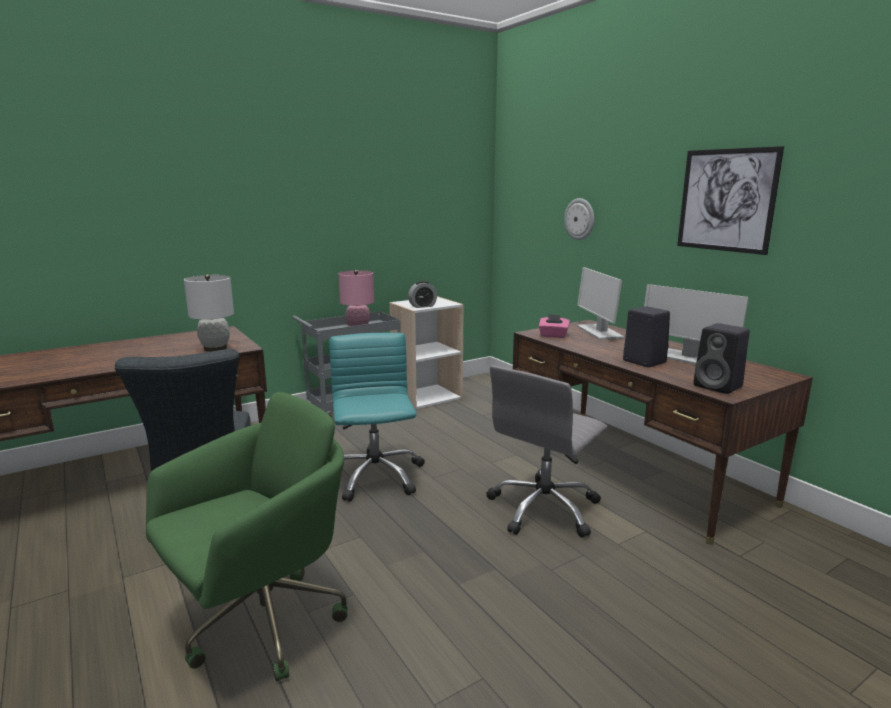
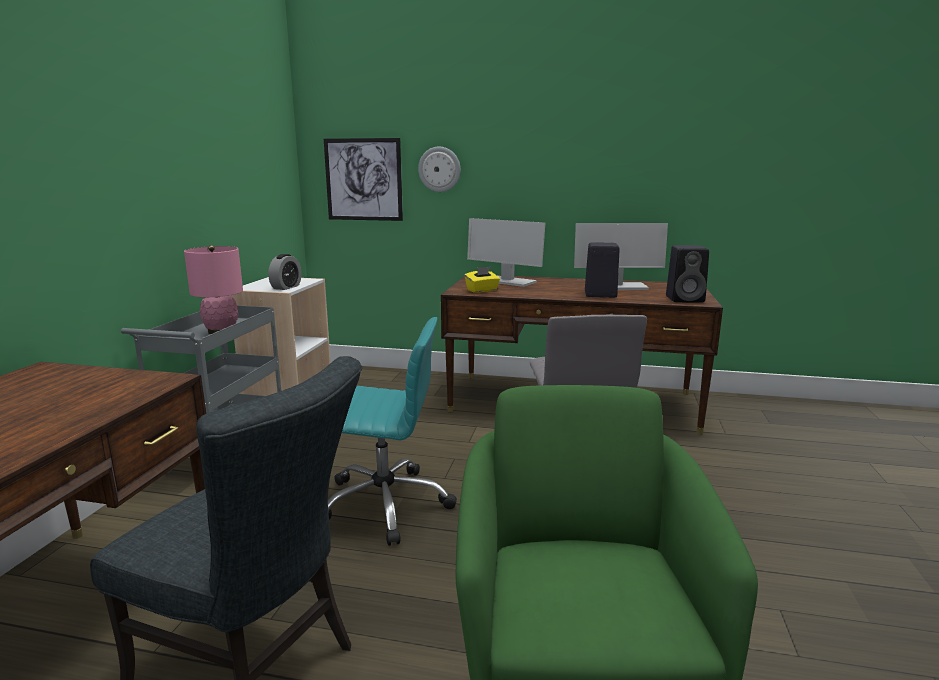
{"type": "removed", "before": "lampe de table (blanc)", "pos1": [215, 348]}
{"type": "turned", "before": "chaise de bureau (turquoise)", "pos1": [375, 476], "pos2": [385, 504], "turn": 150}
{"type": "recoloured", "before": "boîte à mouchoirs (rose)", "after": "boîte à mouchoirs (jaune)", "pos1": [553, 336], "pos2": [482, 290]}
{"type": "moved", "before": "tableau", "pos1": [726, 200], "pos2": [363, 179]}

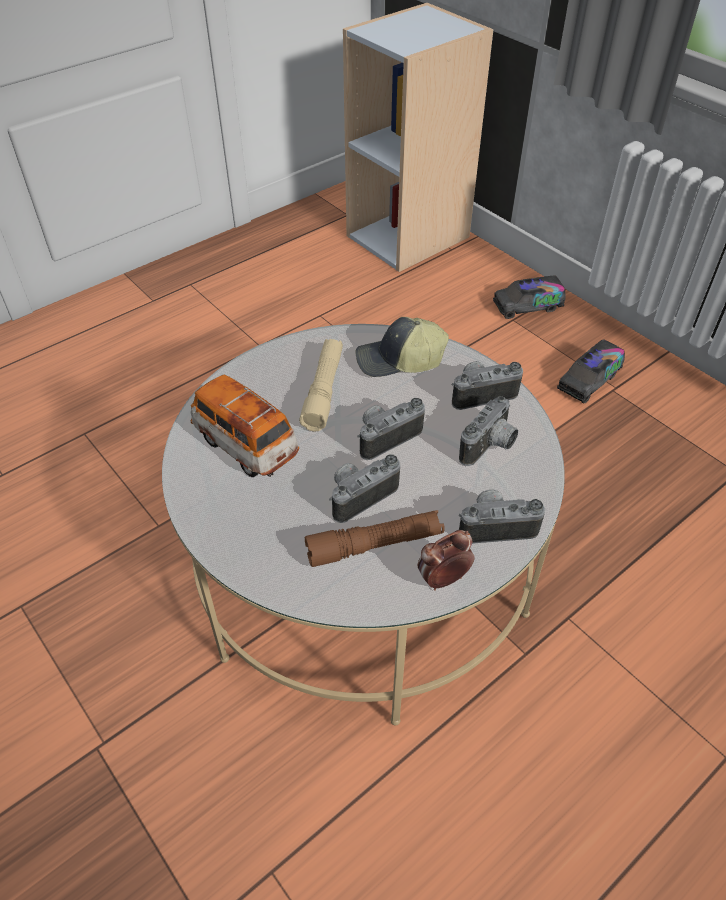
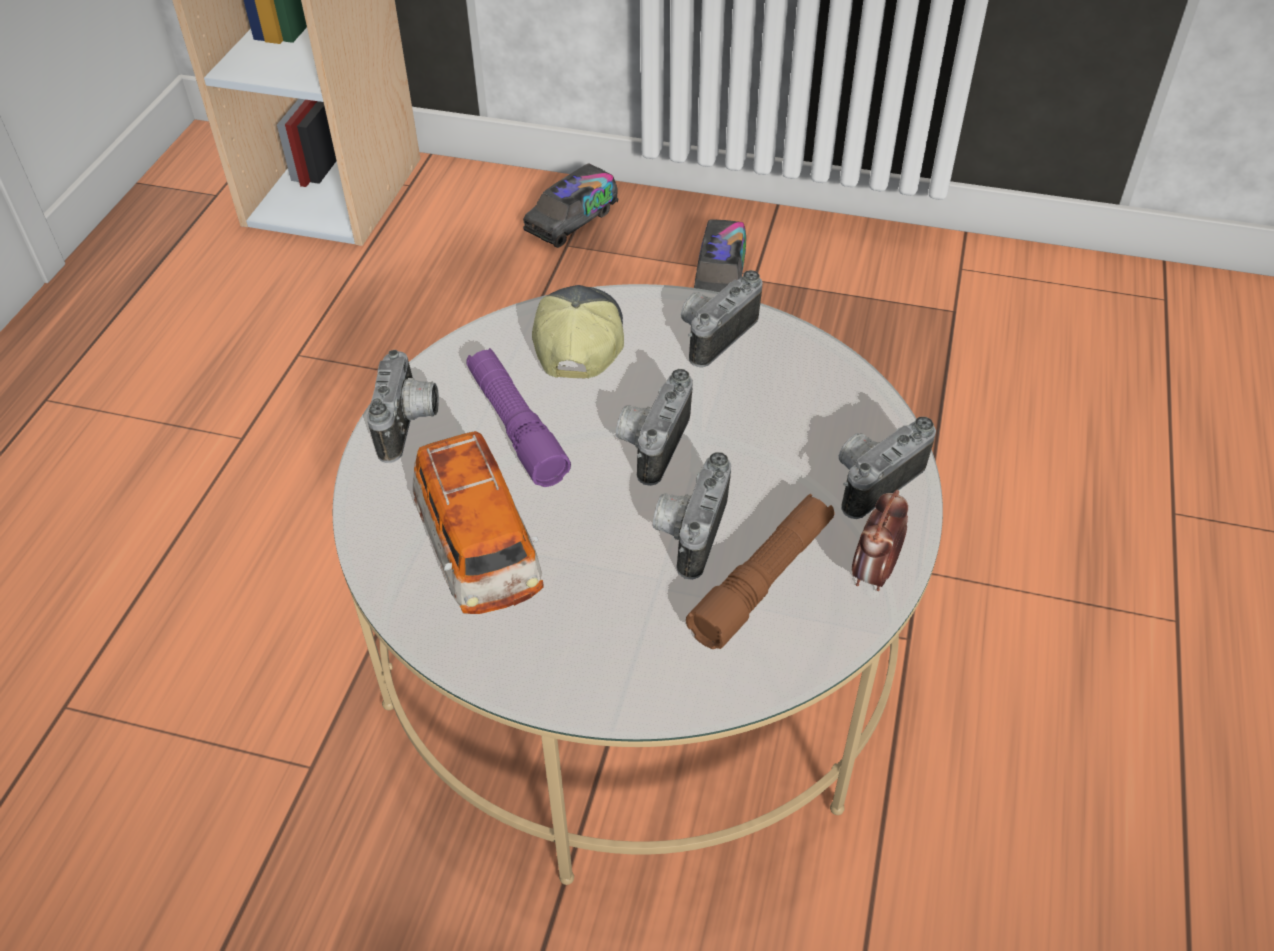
{"type": "turned", "before": "petite voiture", "pos1": [245, 445], "pos2": [479, 550], "turn": -120}
{"type": "recoloured", "before": "lampe de poche (beige)", "after": "lampe de poche (violet)", "pos1": [324, 390], "pos2": [516, 427]}
{"type": "turned", "before": "casquette", "pos1": [399, 361], "pos2": [577, 342], "turn": 135}
{"type": "moved", "before": "appareil photo", "pos1": [490, 447], "pos2": [410, 425]}

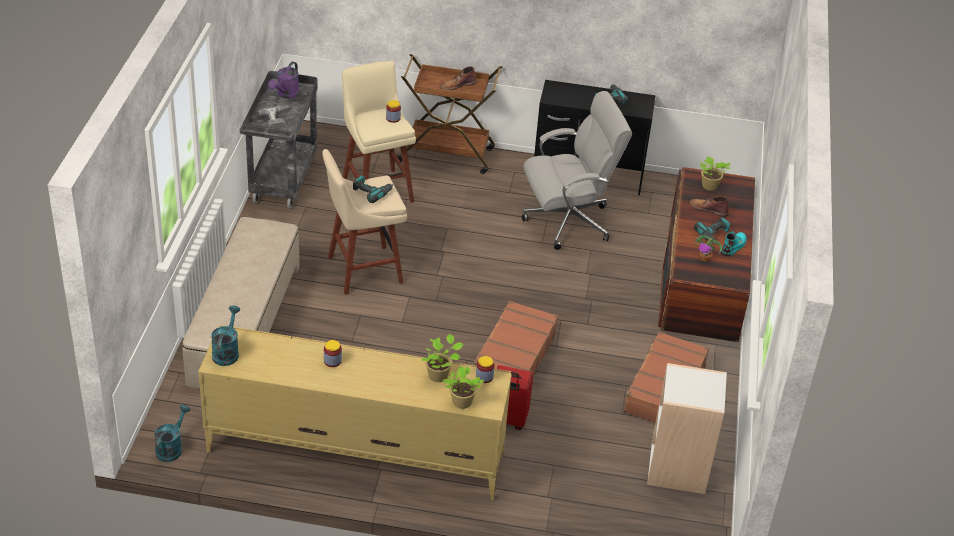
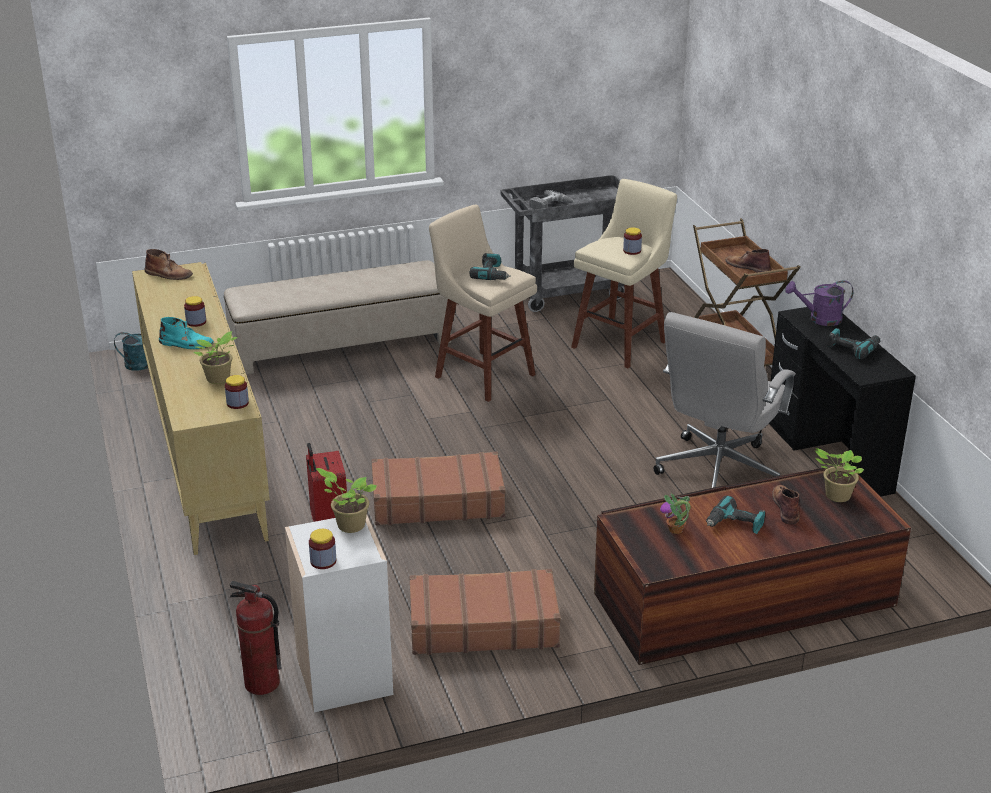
{"type": "replaced", "before": "arrosoir (turquoise)", "after": "botte (marron)", "pos1": [227, 352], "pos2": [169, 274]}
{"type": "moved", "before": "arrosoir (violet)", "pos1": [286, 95], "pos2": [819, 319]}
{"type": "moved", "before": "plante en pot", "pos1": [461, 403], "pos2": [349, 525]}
{"type": "turned", "before": "chaise de bureau (gris)", "pos1": [567, 221], "pos2": [719, 468], "turn": 75}
{"type": "moved", "before": "botte (turquoise)", "pos1": [734, 246], "pos2": [186, 344]}
{"type": "added", "after": "extincteur", "pos2": [262, 683]}
{"type": "added", "after": "bocal", "pos2": [323, 561]}

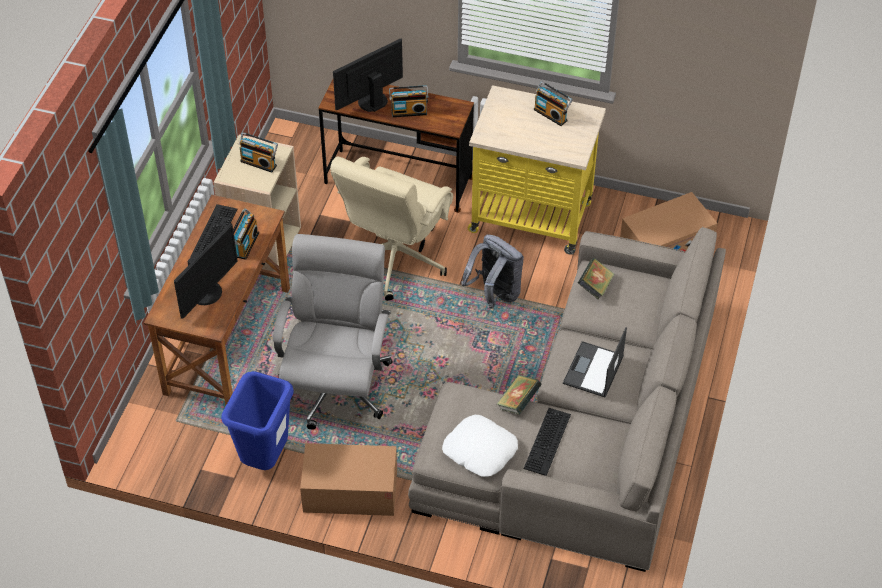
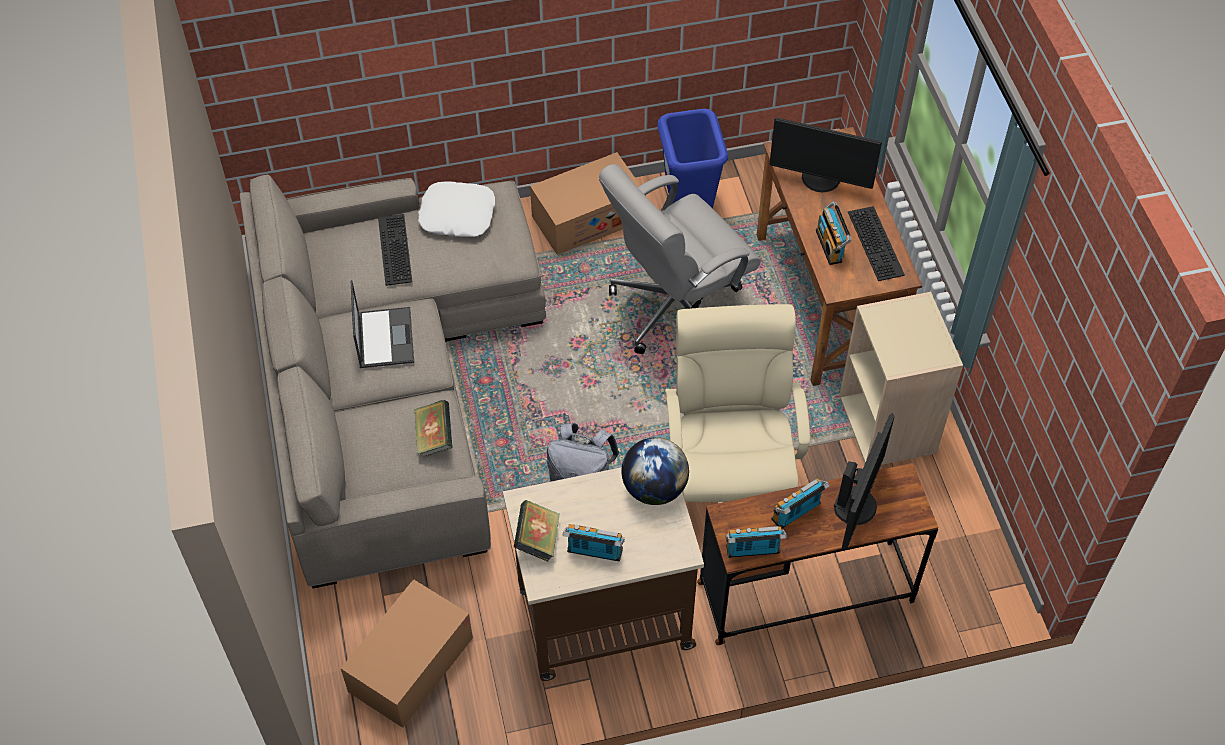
{"type": "turned", "before": "écran d'ordinateur", "pos1": [207, 293], "pos2": [820, 179], "turn": -75}
{"type": "moved", "before": "radio", "pos1": [259, 162], "pos2": [753, 551]}
{"type": "turned", "before": "chaise de bureau (gris)", "pos1": [337, 386], "pos2": [676, 307], "turn": 75}
{"type": "recoloured", "before": "chariot (jaune)", "after": "chariot (marron)", "pos1": [531, 218], "pos2": [604, 621]}
{"type": "moved", "before": "livre", "pos1": [518, 402], "pos2": [537, 539]}
{"type": "added", "after": "globe", "pos2": [654, 488]}

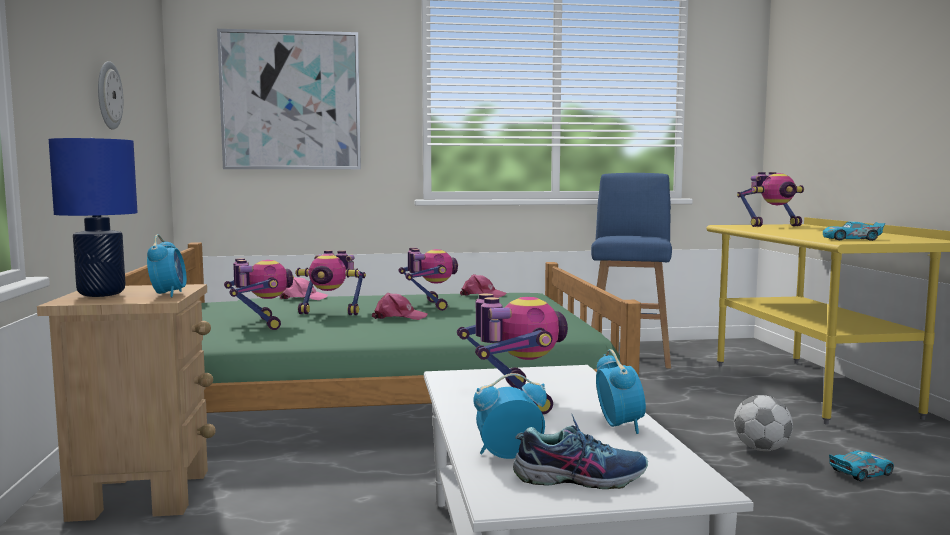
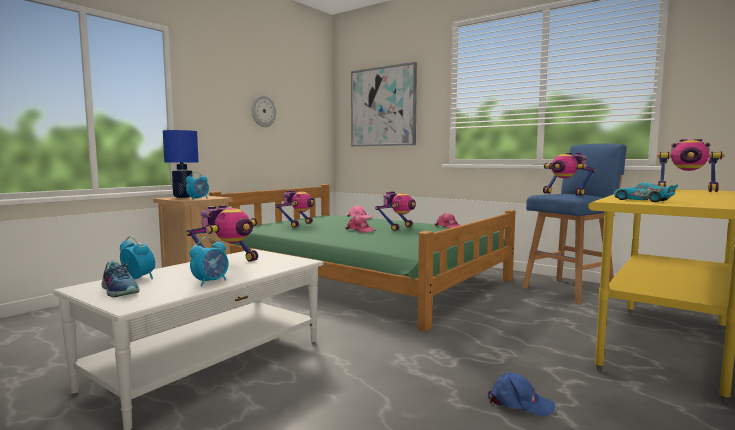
{"type": "moved", "before": "robot jouet", "pos1": [331, 313], "pos2": [566, 194]}
{"type": "removed", "before": "ballon de foot", "pos1": [762, 449]}
{"type": "replaced", "before": "petite voiture", "after": "casquette (bleu)", "pos1": [861, 473], "pos2": [519, 403]}

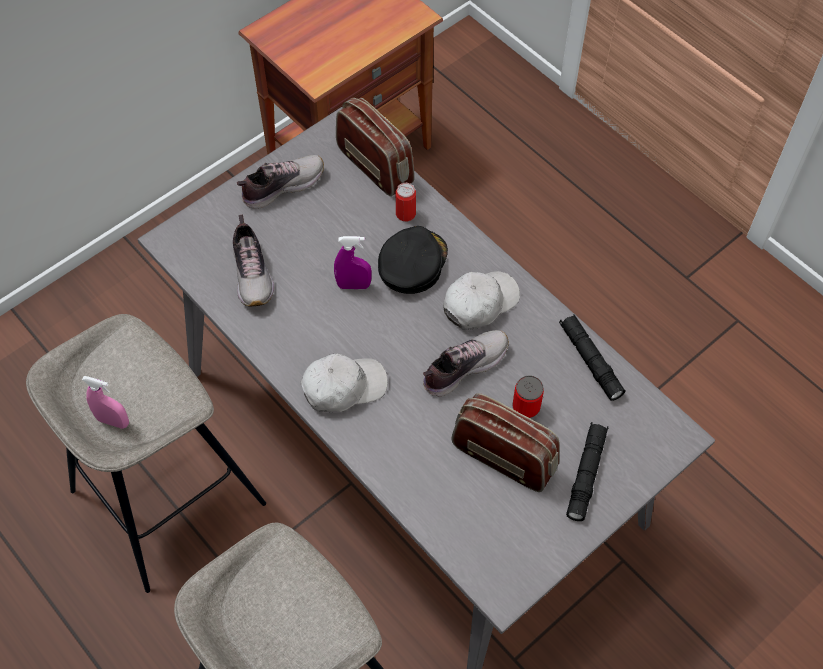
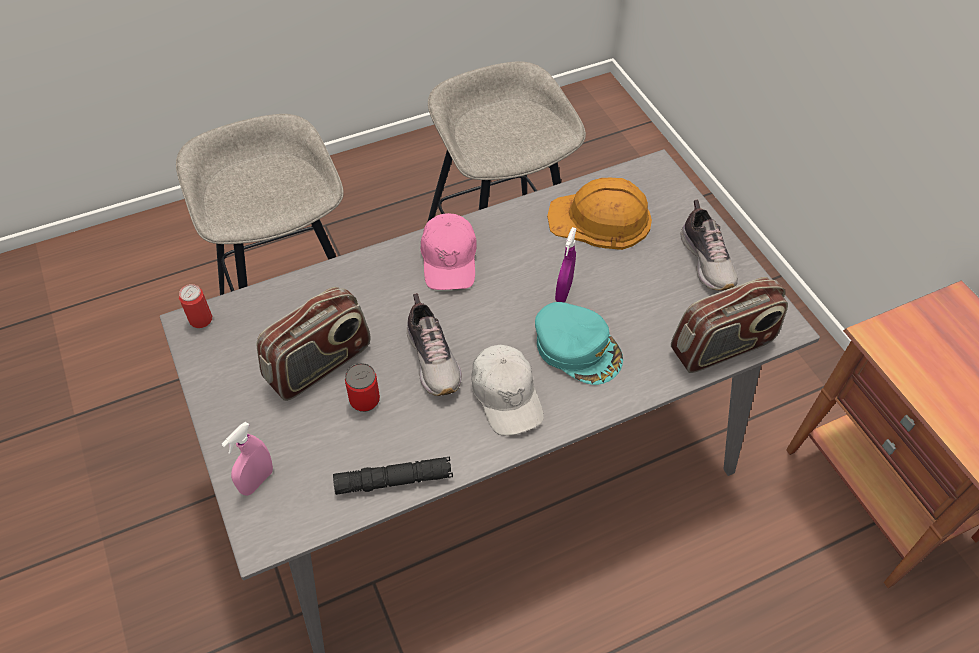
{"type": "moved", "before": "vaporisateur (rose)", "pos1": [113, 421], "pos2": [257, 481]}
{"type": "replaced", "before": "chaussure", "after": "casque de chantier (orange)", "pos1": [253, 274], "pos2": [600, 219]}
{"type": "recoloured", "before": "casquette (blanc)", "after": "casquette (rose)", "pos1": [343, 387], "pos2": [449, 259]}
{"type": "recoloured", "before": "casquette (noir)", "after": "casquette (turquoise)", "pos1": [412, 263], "pos2": [577, 347]}
{"type": "moved", "before": "boîte métallique", "pos1": [405, 213], "pos2": [201, 319]}
{"type": "removed", "before": "lampe de poche (noir)", "pos1": [586, 474]}

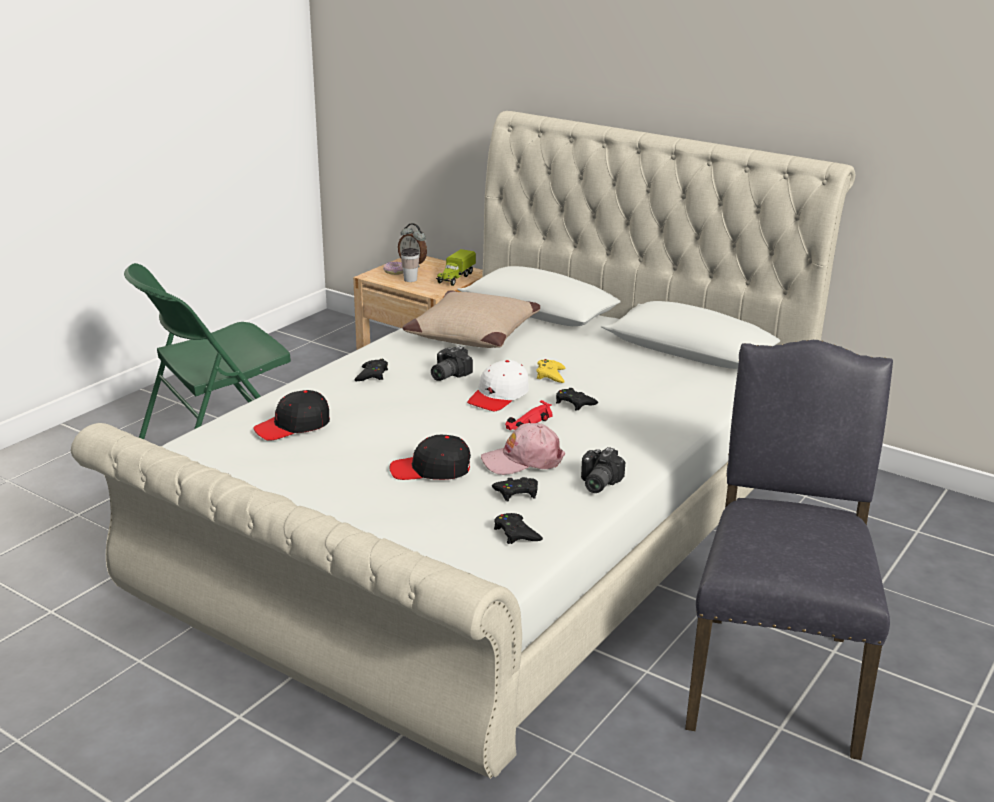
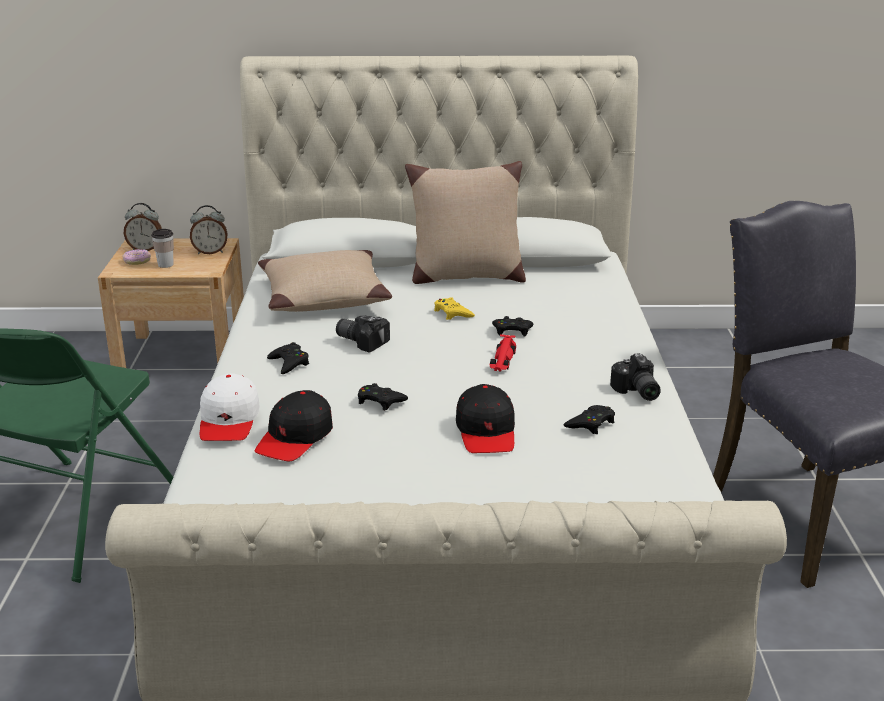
{"type": "turned", "before": "casquette (noir)", "pos1": [431, 470], "pos2": [486, 432], "turn": -60}
{"type": "turned", "before": "appareil photo", "pos1": [446, 375], "pos2": [363, 341], "turn": 120}
{"type": "replaced", "before": "camion jouet", "after": "réveil", "pos1": [455, 278], "pos2": [210, 252]}
{"type": "moved", "before": "casquette (blanc)", "pos1": [499, 396], "pos2": [229, 420]}
{"type": "removed", "before": "casquette (rose)", "pos1": [523, 460]}
{"type": "moved", "before": "manette (noir)", "pos1": [516, 533], "pos2": [380, 401]}
{"type": "added", "after": "coussin (beige)", "pos2": [465, 277]}

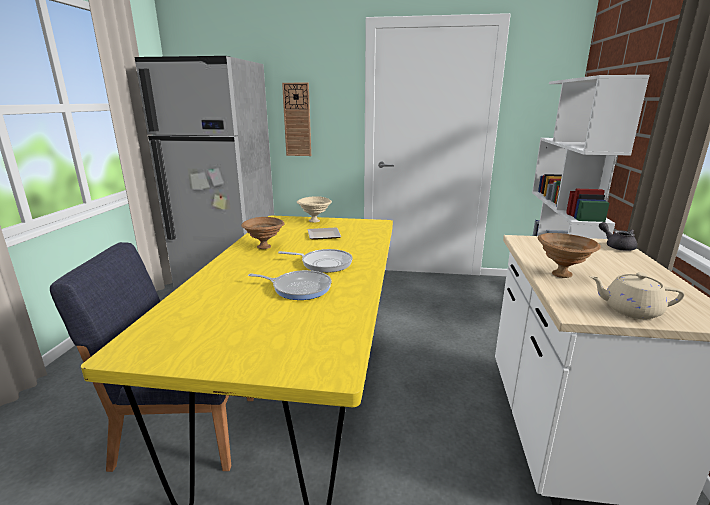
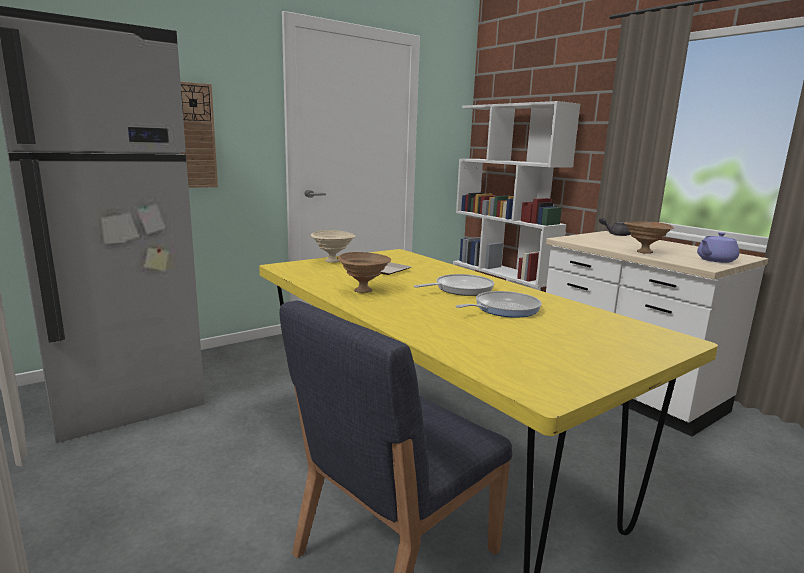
{"type": "recoloured", "before": "théière (beige)", "after": "théière (violet)", "pos1": [630, 310], "pos2": [715, 260]}

